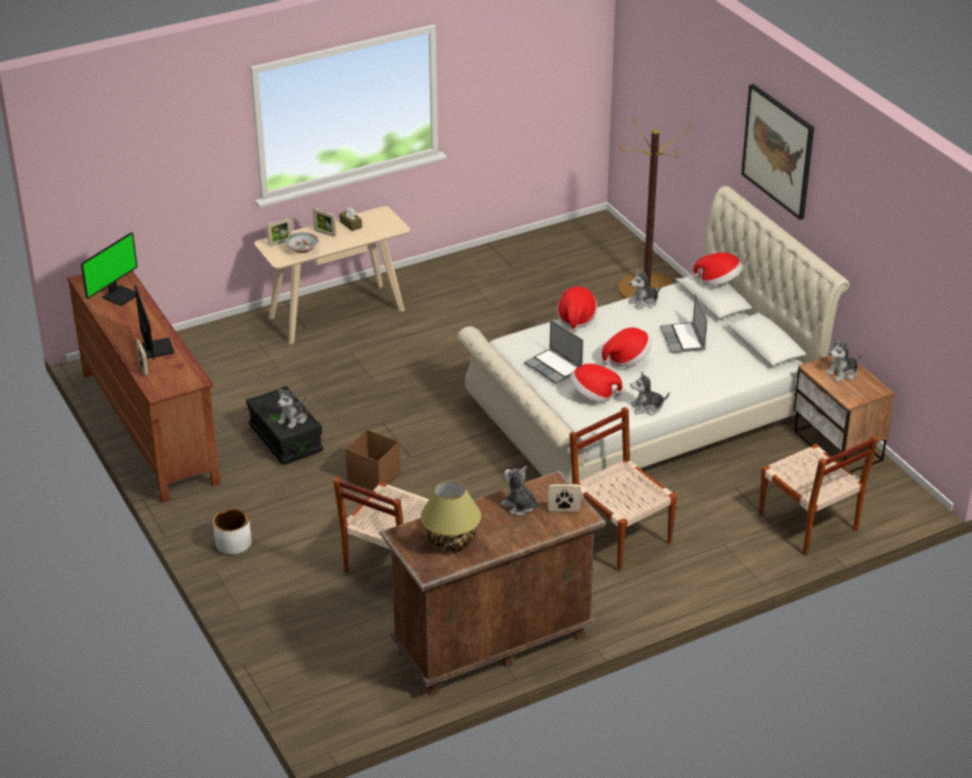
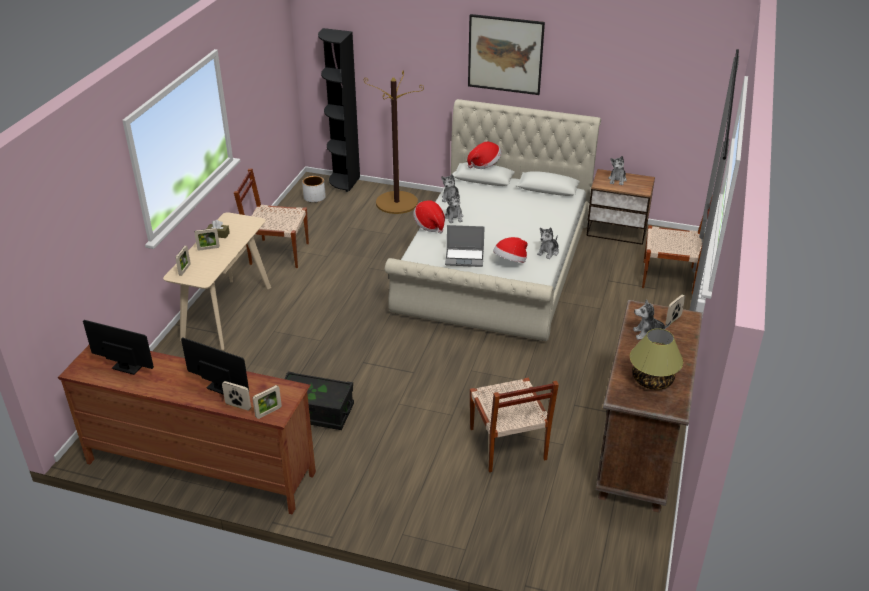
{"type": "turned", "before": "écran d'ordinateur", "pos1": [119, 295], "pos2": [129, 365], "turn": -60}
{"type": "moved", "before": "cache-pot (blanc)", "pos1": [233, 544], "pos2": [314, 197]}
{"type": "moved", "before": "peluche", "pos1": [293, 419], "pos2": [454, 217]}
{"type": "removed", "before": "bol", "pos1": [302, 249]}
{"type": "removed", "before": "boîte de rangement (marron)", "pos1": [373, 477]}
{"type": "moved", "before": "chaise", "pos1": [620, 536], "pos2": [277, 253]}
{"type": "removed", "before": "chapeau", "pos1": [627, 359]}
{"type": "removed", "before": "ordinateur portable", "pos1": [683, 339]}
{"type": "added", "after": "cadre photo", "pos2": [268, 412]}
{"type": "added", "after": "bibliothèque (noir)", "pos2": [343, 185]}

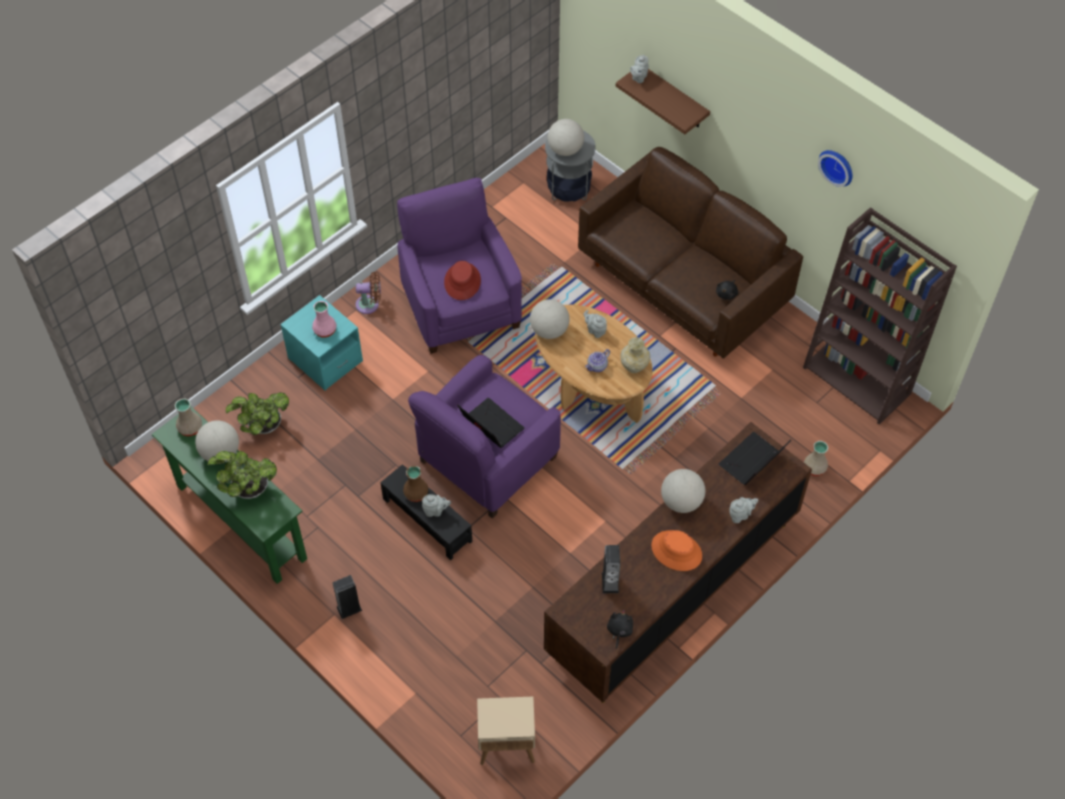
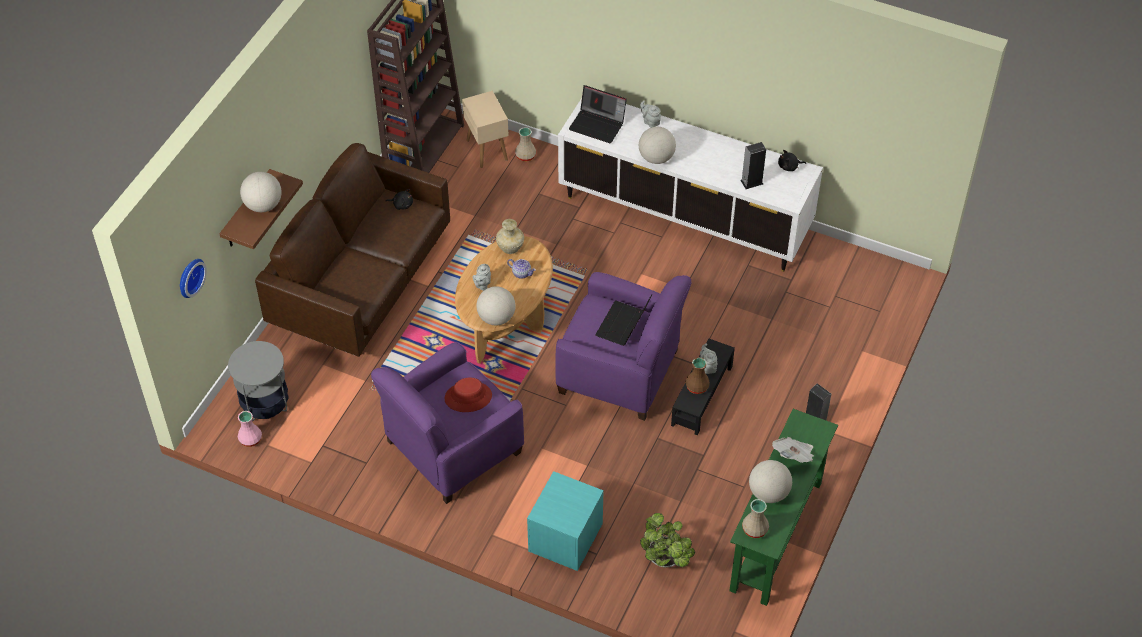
{"type": "replaced", "before": "plante en pot", "after": "journal", "pos1": [248, 489], "pos2": [794, 456]}
{"type": "moved", "before": "vase (rose)", "pos1": [324, 330], "pos2": [250, 439]}
{"type": "removed", "before": "ventilateur (marron)", "pos1": [370, 304]}
{"type": "moved", "before": "table d'appoint (beige)", "pos1": [507, 746], "pos2": [486, 150]}
{"type": "recoloured", "before": "meuble de rangement (marron)", "after": "meuble de rangement (blanc)", "pos1": [673, 591], "pos2": [684, 216]}
{"type": "moved", "before": "globe", "pos1": [565, 149], "pos2": [263, 205]}
{"type": "removed", "before": "théière (gris)", "pos1": [638, 78]}
{"type": "removed", "before": "chapeau (orange)", "pos1": [676, 551]}
{"type": "moved", "before": "horloge murale", "pos1": [837, 166], "pos2": [189, 277]}

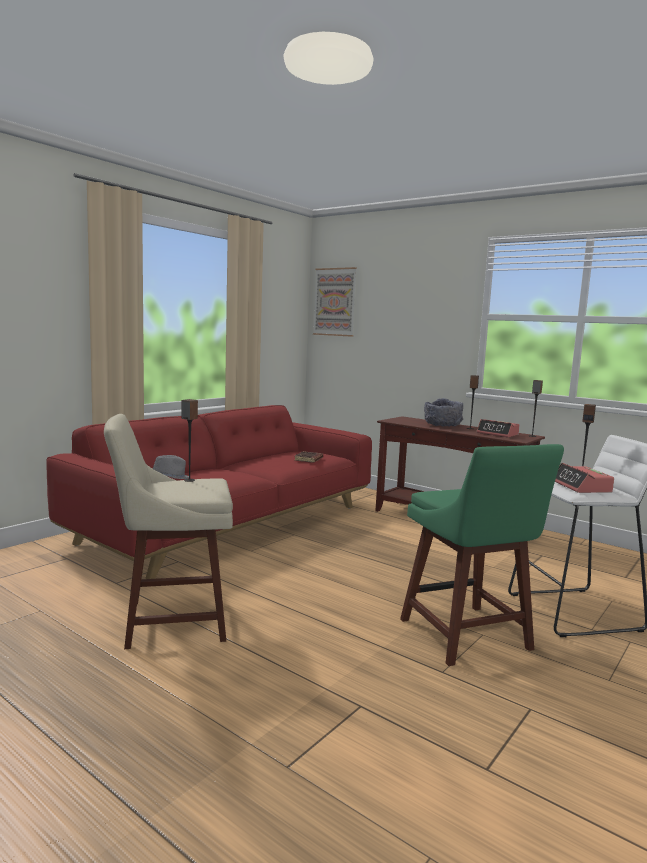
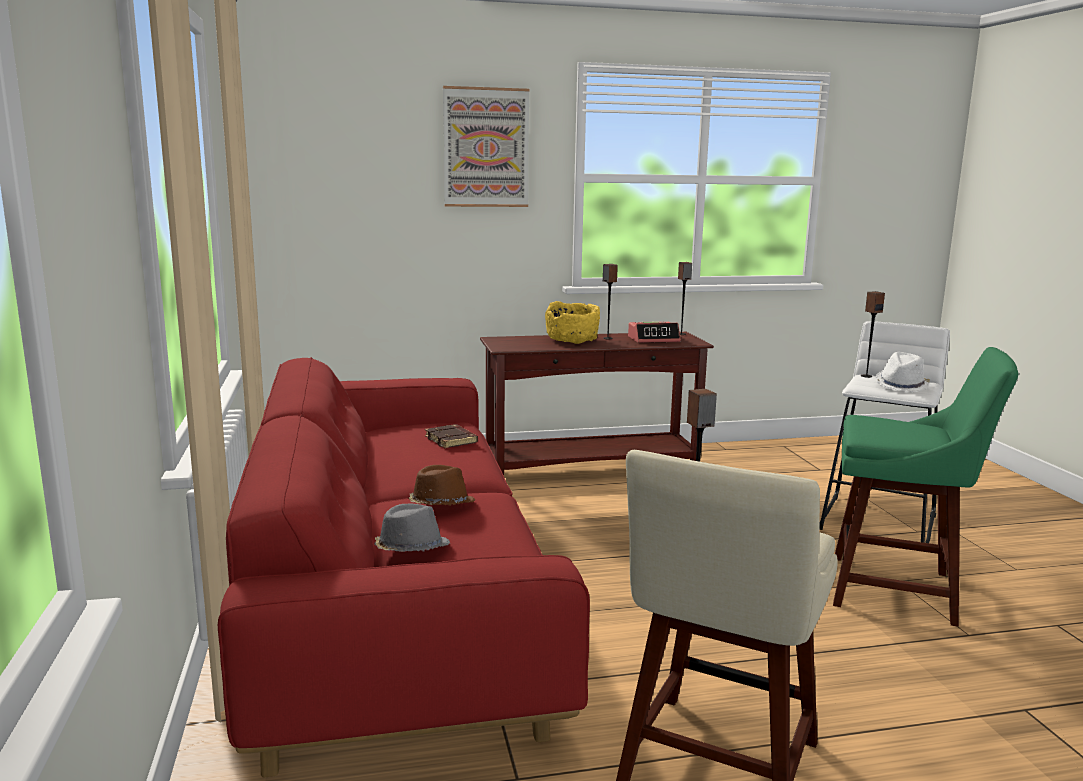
{"type": "moved", "before": "tableau", "pos1": [335, 302], "pos2": [486, 148]}
{"type": "recoloured", "before": "bol (gris)", "after": "bol (jaune)", "pos1": [442, 425], "pos2": [572, 341]}
{"type": "replaced", "before": "réveil", "after": "chapeau (blanc)", "pos1": [581, 487], "pos2": [901, 386]}
{"type": "added", "after": "chapeau (marron)", "pos2": [440, 505]}

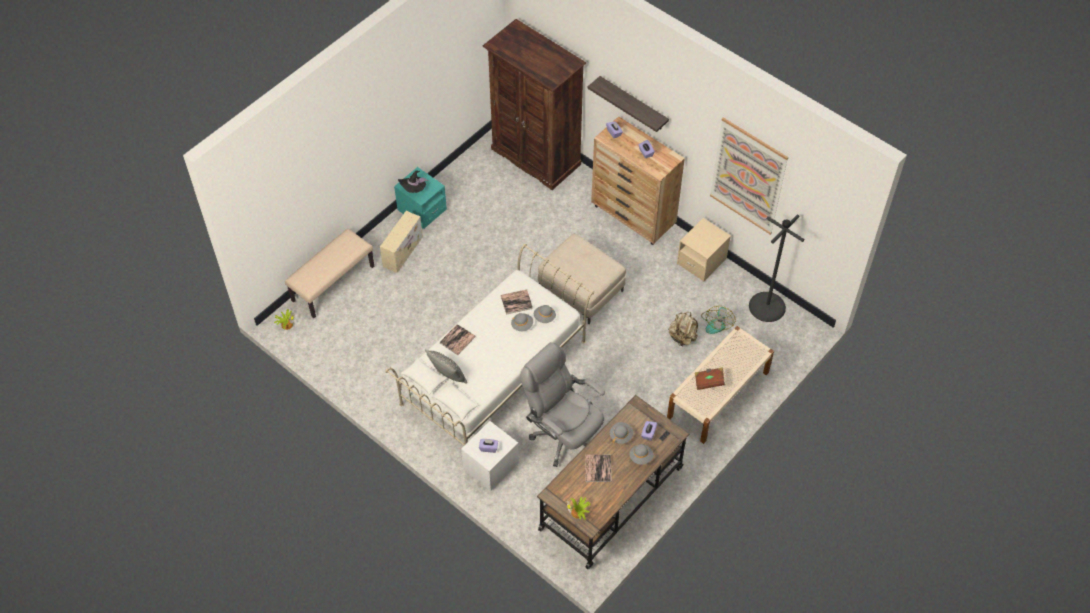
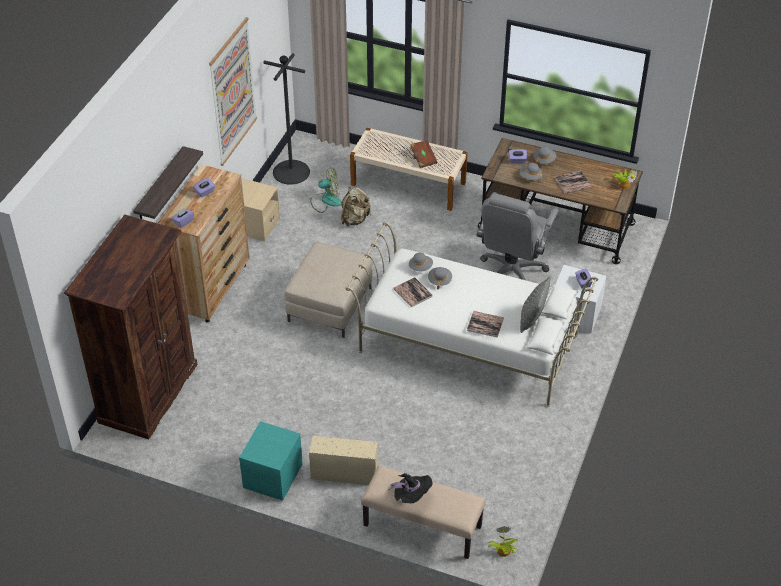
{"type": "moved", "before": "chapeau (noir)", "pos1": [414, 190], "pos2": [411, 496]}

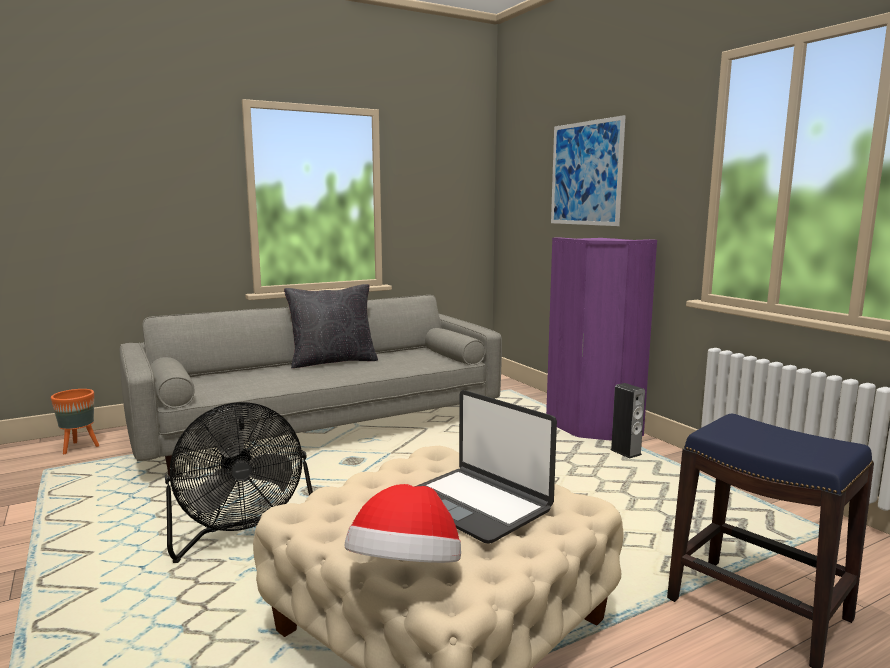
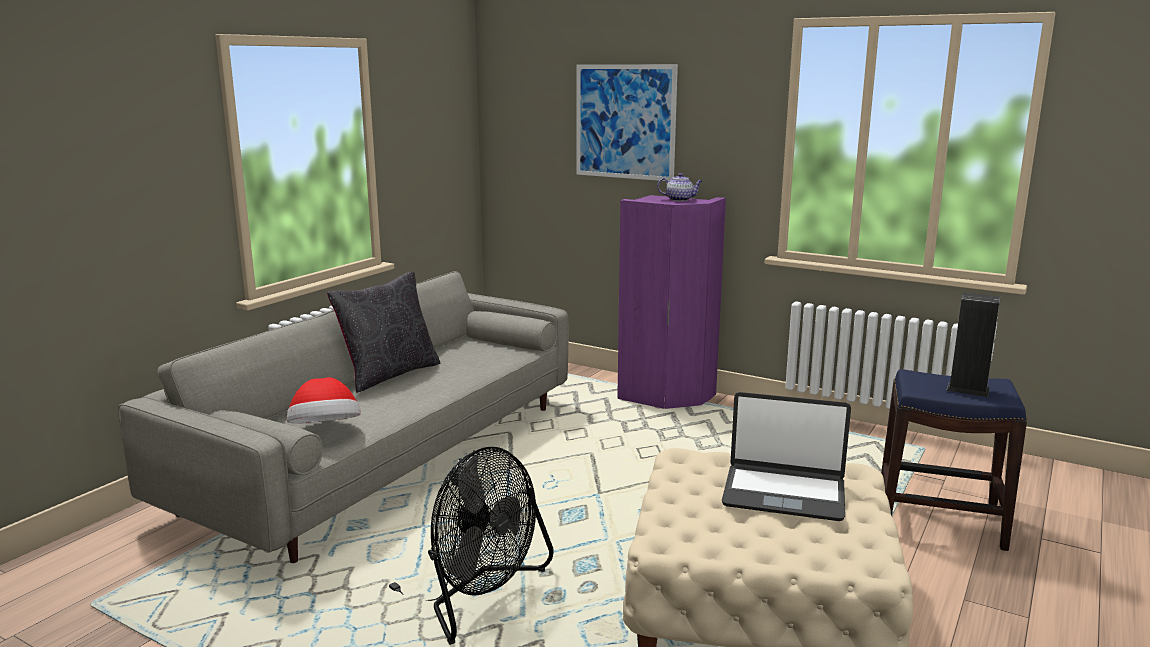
{"type": "removed", "before": "cache-pot (orange)", "pos1": [79, 447]}
{"type": "moved", "before": "chapeau", "pos1": [406, 573], "pos2": [325, 432]}
{"type": "moved", "before": "enceinte", "pos1": [625, 453], "pos2": [968, 389]}
{"type": "added", "after": "théière", "pos2": [680, 200]}

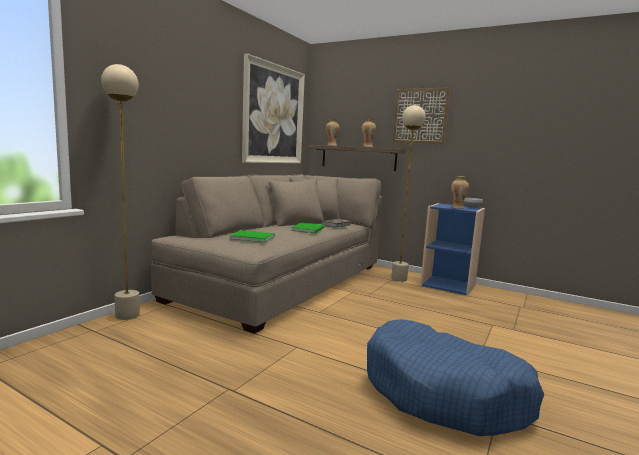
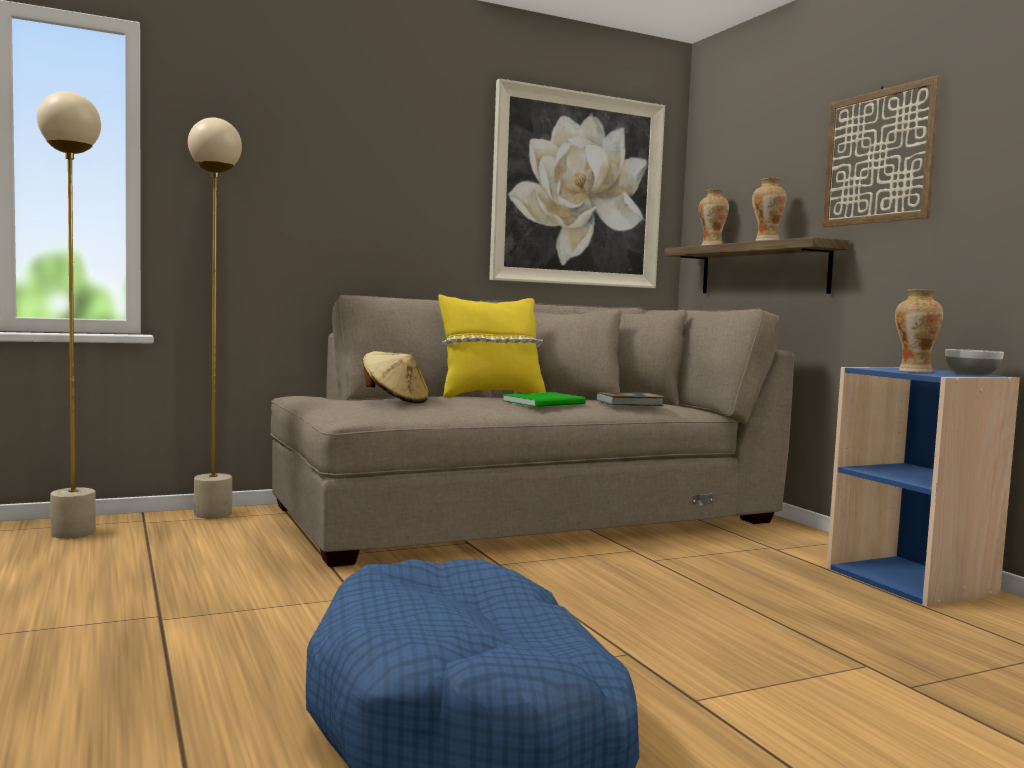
{"type": "replaced", "before": "livre (vert)", "after": "chapeau (beige)", "pos1": [251, 237], "pos2": [395, 401]}
{"type": "moved", "before": "lampadaire (beige)", "pos1": [399, 279], "pos2": [73, 533]}
{"type": "added", "after": "coussin (jaune)", "pos2": [490, 396]}

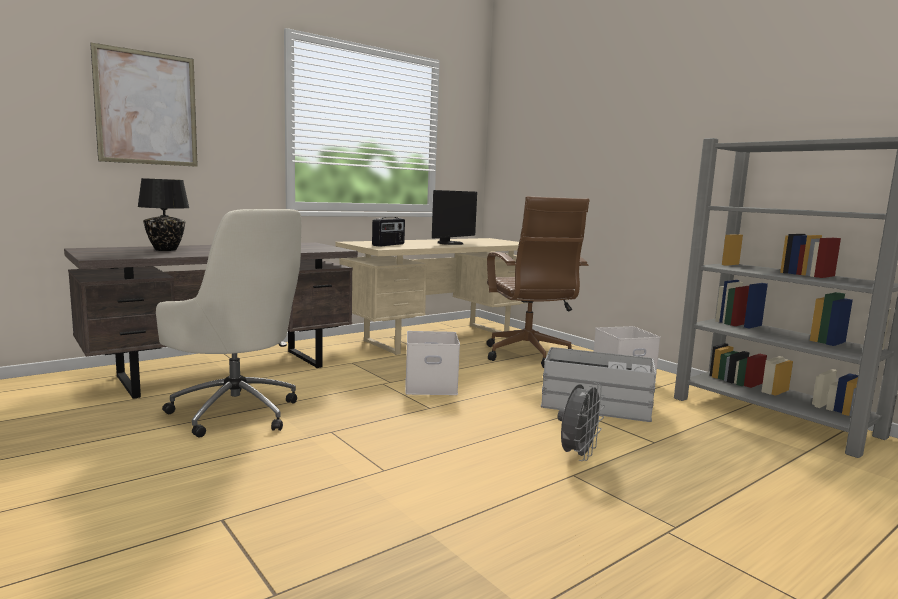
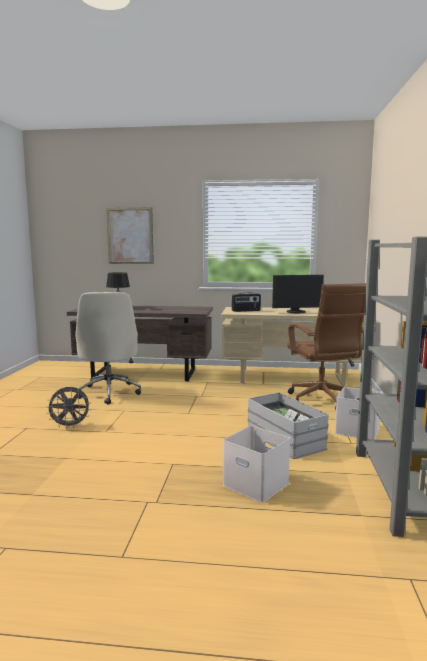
{"type": "moved", "before": "boîte de rangement (blanc)", "pos1": [431, 386], "pos2": [257, 484]}
{"type": "turned", "before": "chaise de bureau (marron)", "pos1": [528, 356], "pos2": [322, 401], "turn": -45}
{"type": "moved", "before": "ventilateur (gris)", "pos1": [577, 455], "pos2": [70, 426]}

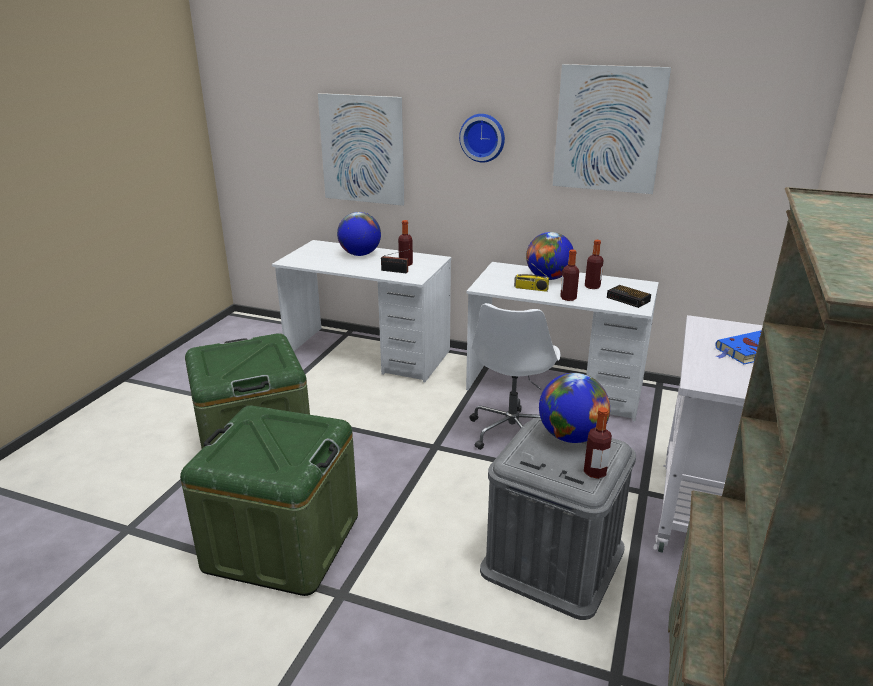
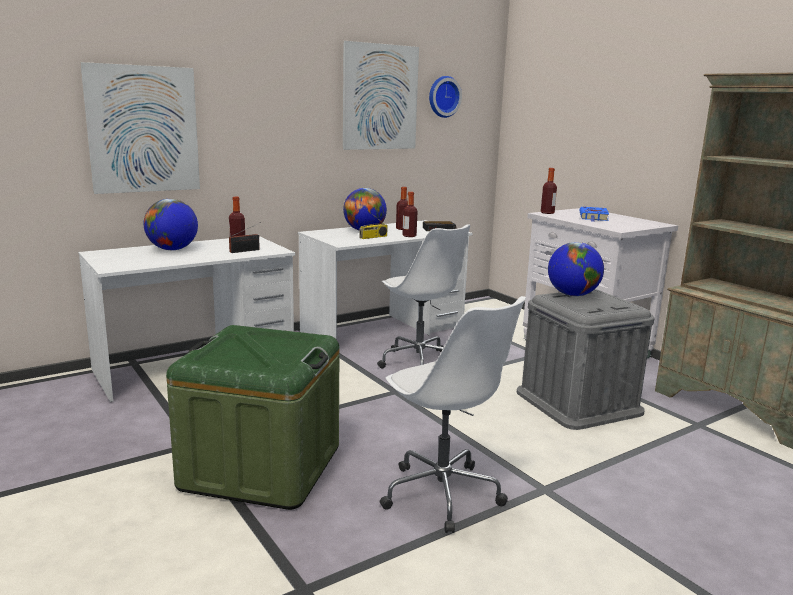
{"type": "replaced", "before": "boîte de rangement (vert)", "after": "chaise de bureau (blanc)", "pos1": [282, 542], "pos2": [444, 496]}
{"type": "moved", "before": "horloge murale", "pos1": [483, 137], "pos2": [443, 96]}
{"type": "moved", "before": "bouteille", "pos1": [595, 472], "pos2": [547, 213]}

